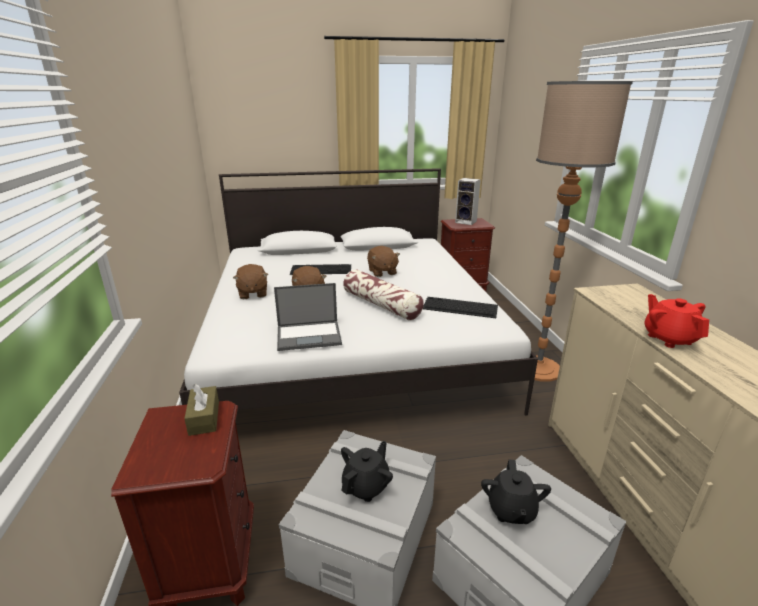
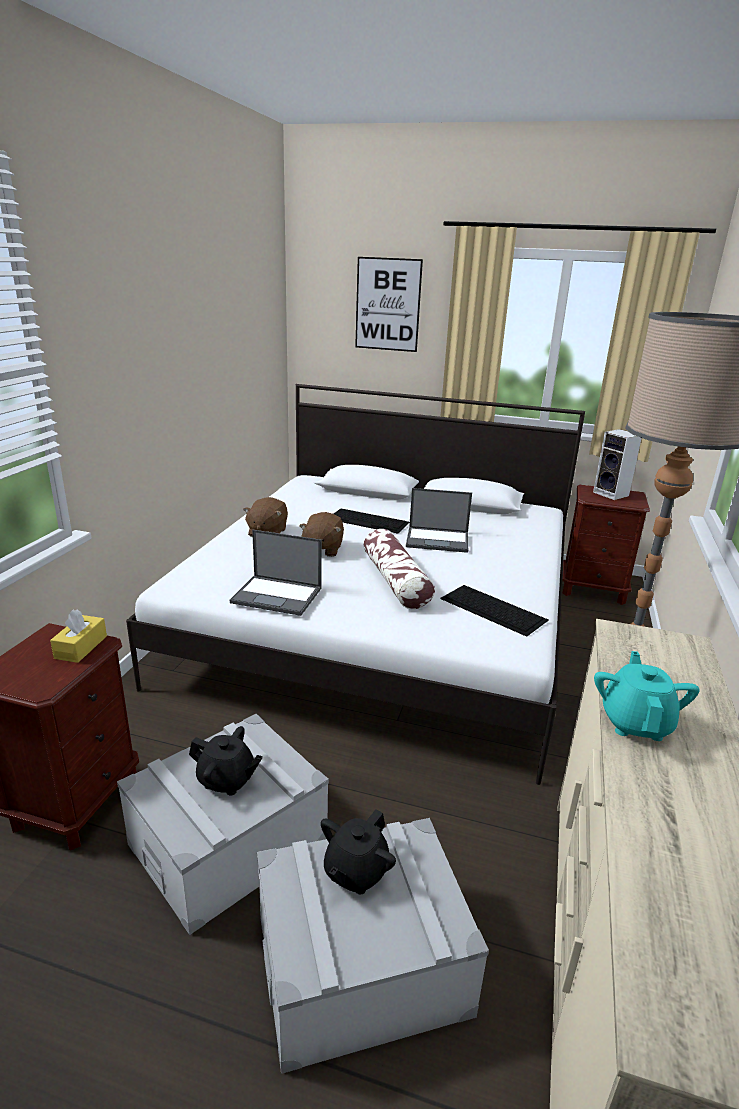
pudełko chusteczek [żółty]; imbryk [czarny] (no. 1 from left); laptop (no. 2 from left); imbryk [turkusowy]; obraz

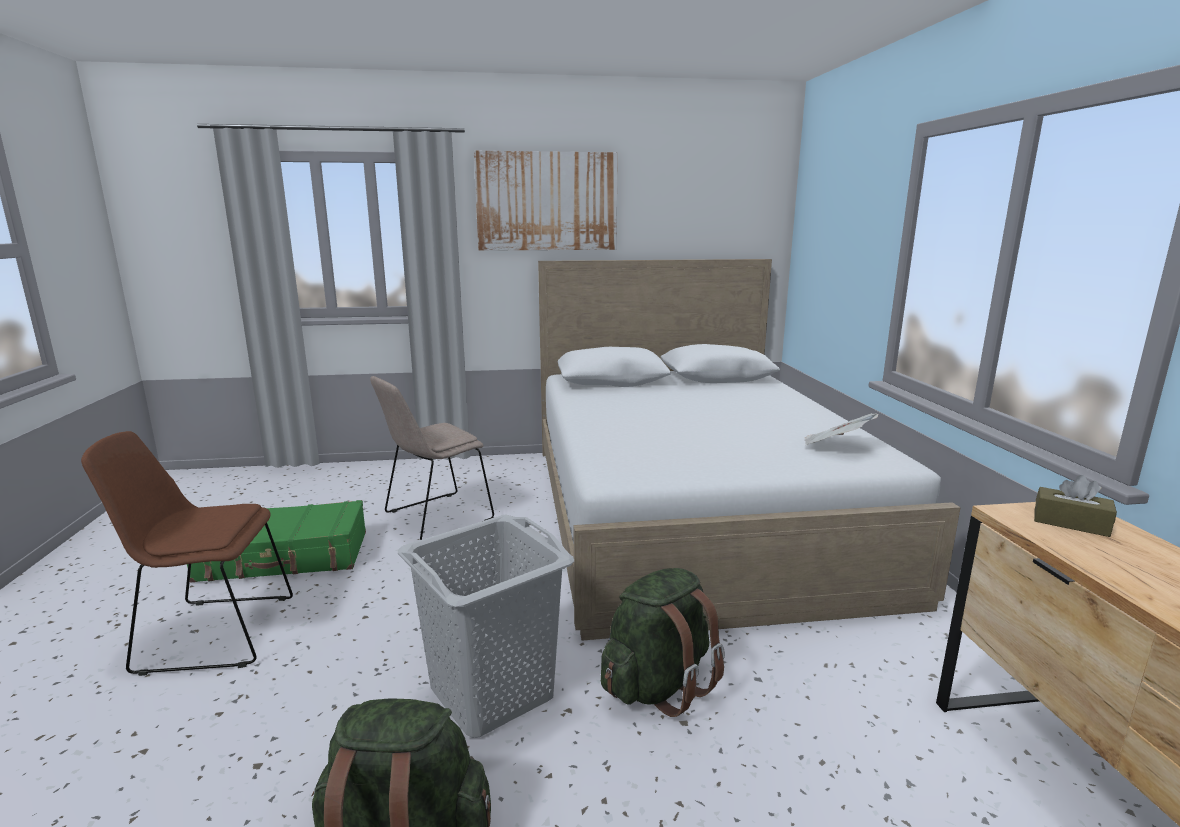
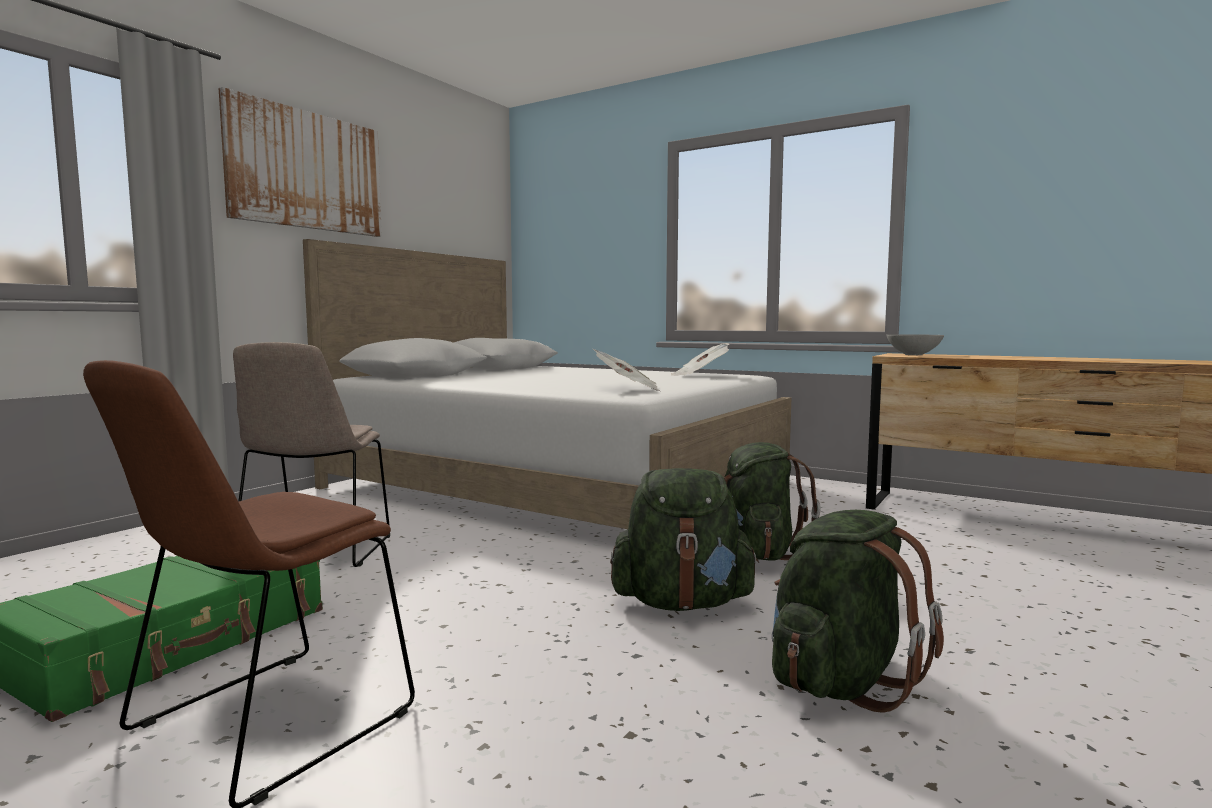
plecak [zielony] (no. 1 from left); miska [szary]; gazeta (no. 1 from left)

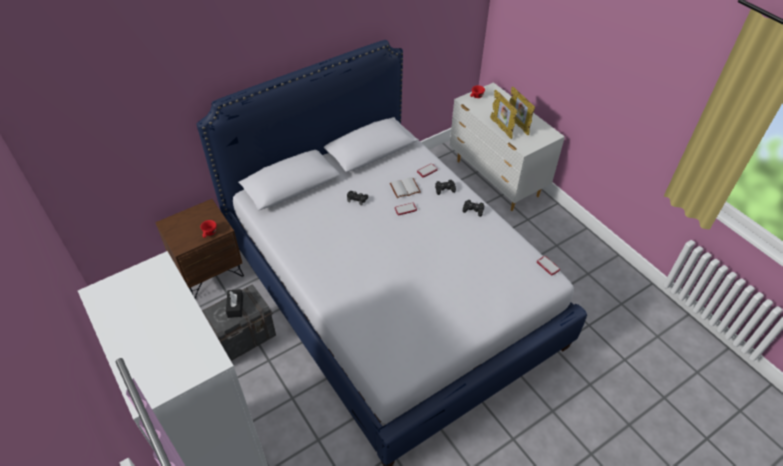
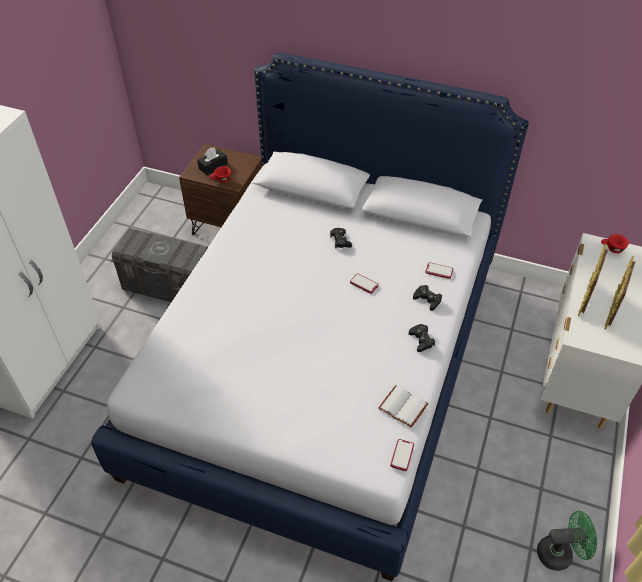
pudełko chusteczek [czarny]; książka [biały]; wentylator [zielony]

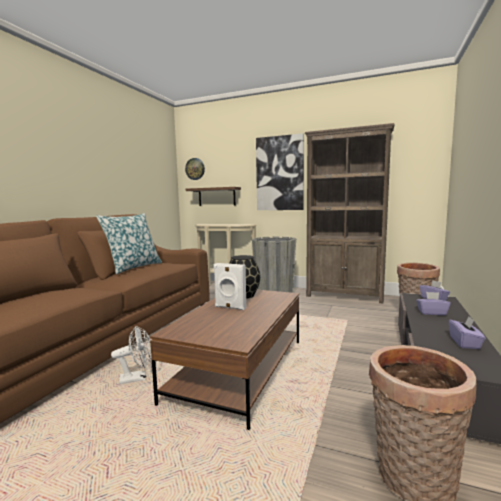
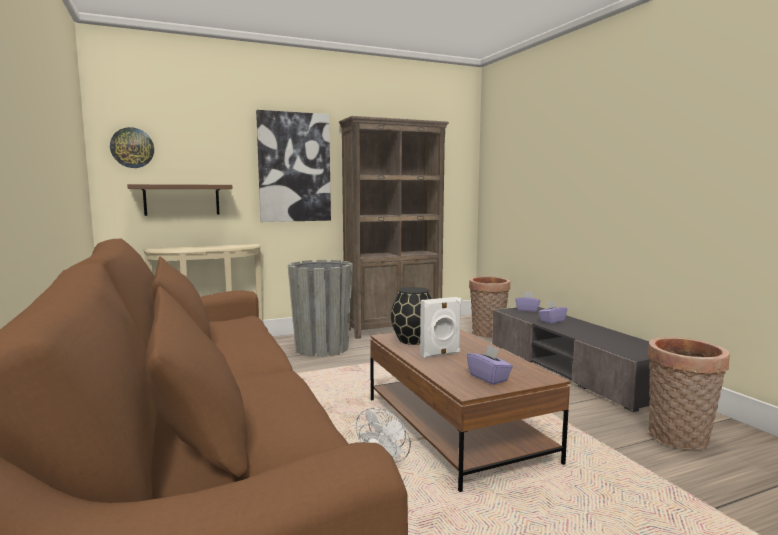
poduszka; pudełko chusteczek [fioletowy] (no. 1 from left)

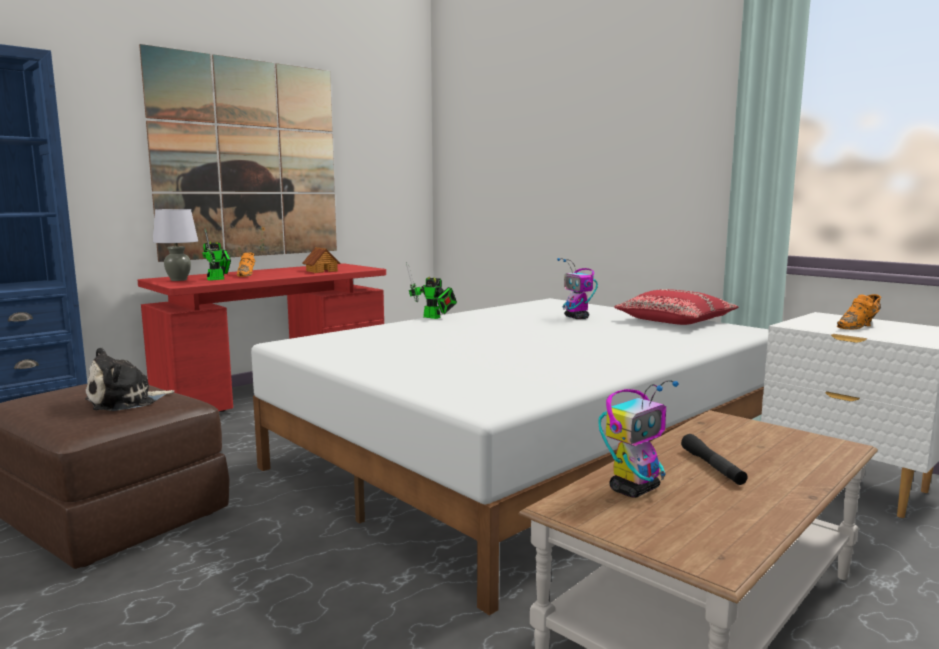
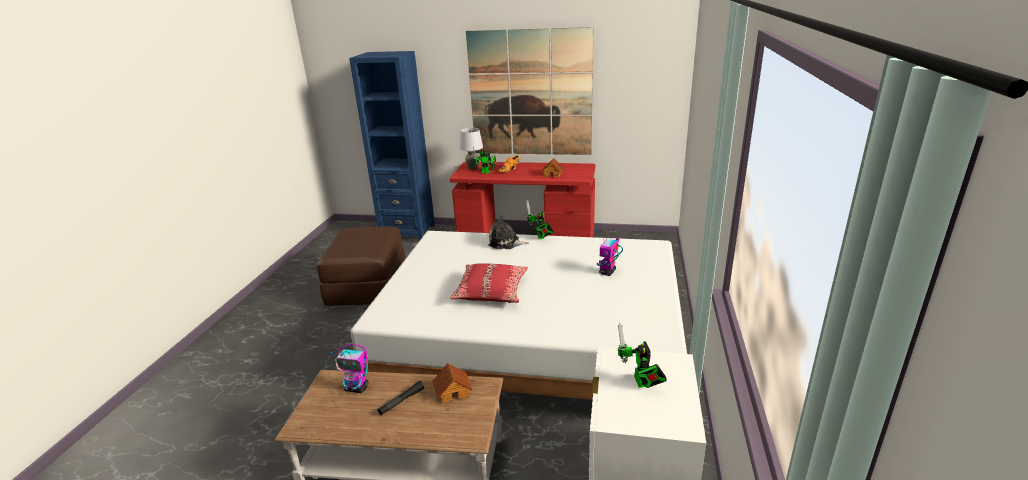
pluszak; poduszka [czerwony]; robot zabawkowy (no. 5 from left); domek (no. 1 from left)

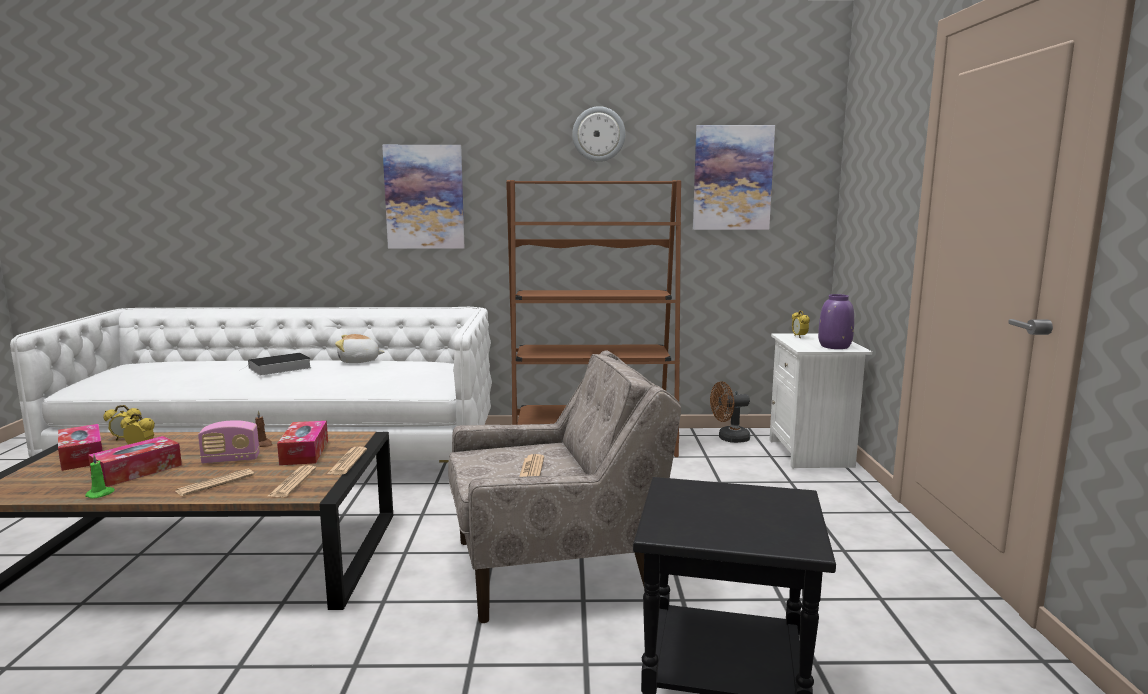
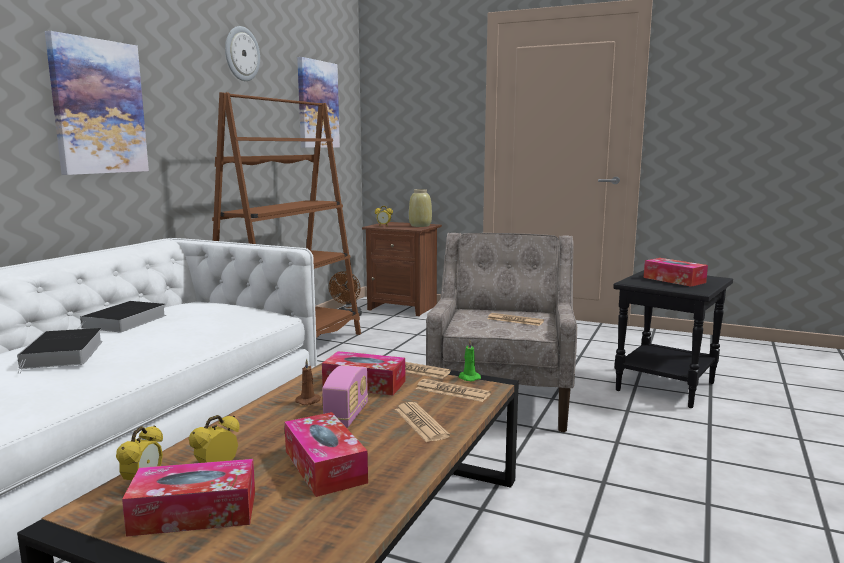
świeca [zielony]; książka (no. 2 from left); szafka nocna [brązowy]; wazon [beżowy]; pudełko chusteczek (no. 4 from left)

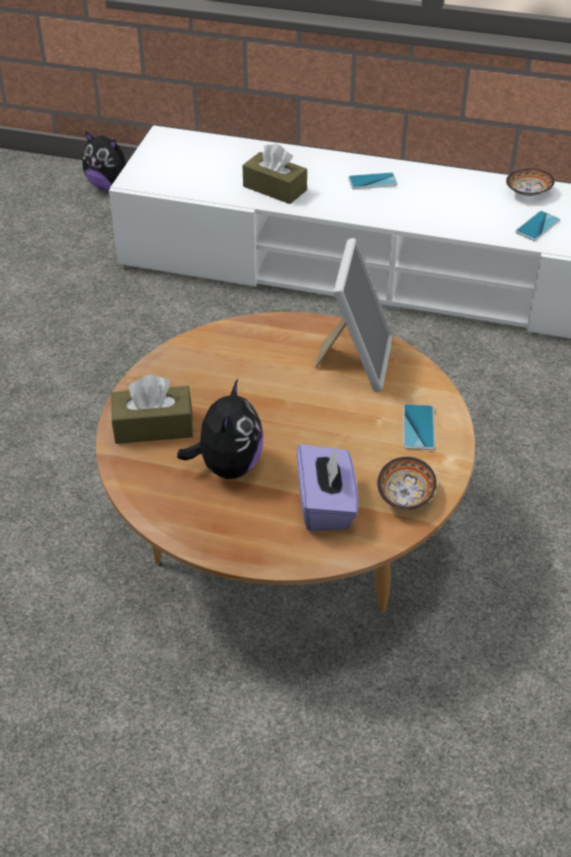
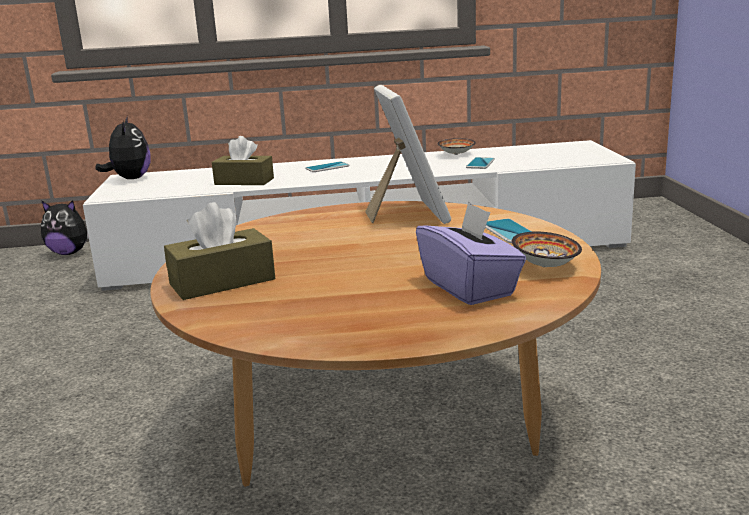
pluszak (no. 2 from left)

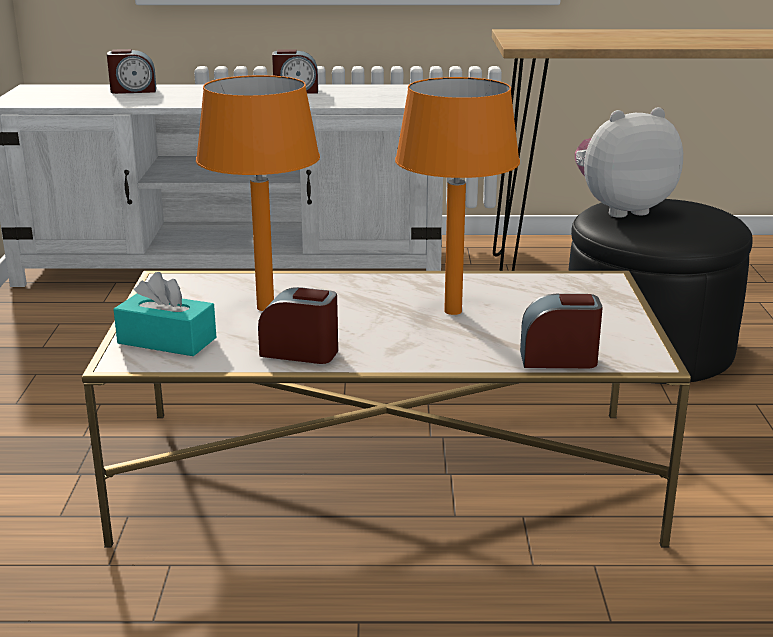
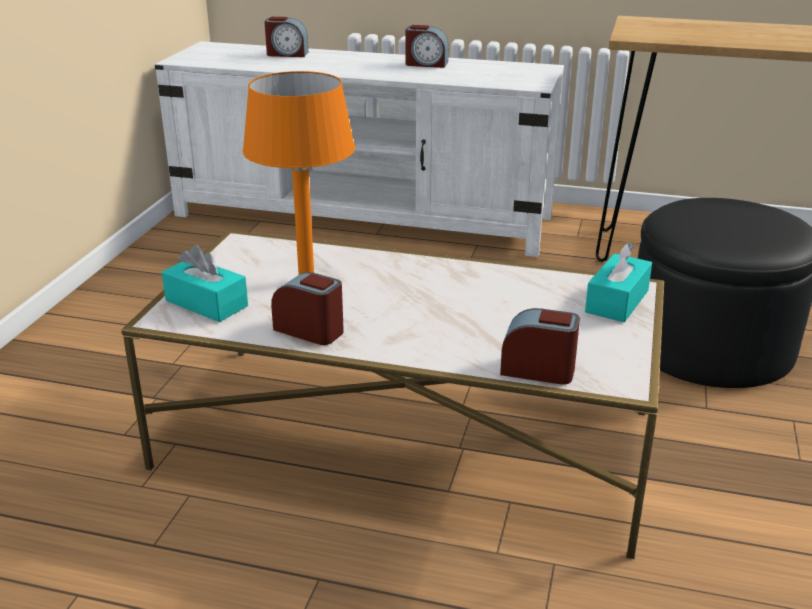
lampa stołowa [pomarańczowy] (no. 2 from left in the first image); pluszak; pudełko chusteczek [turkusowy] (no. 2 from left)

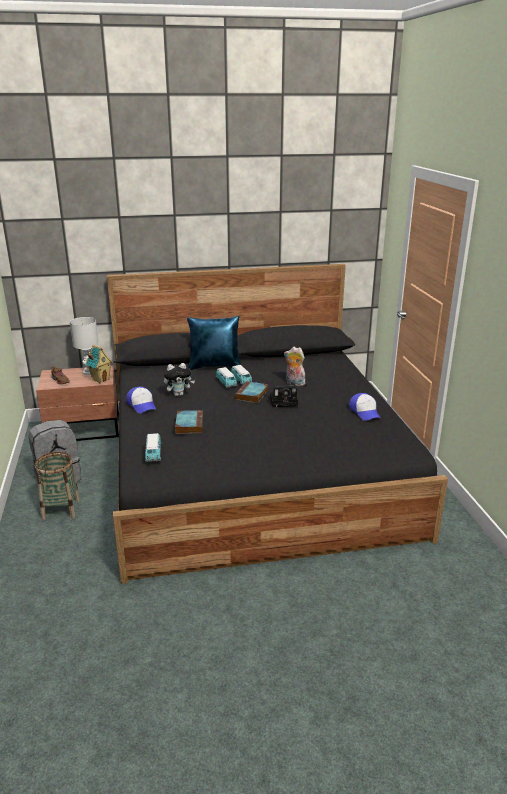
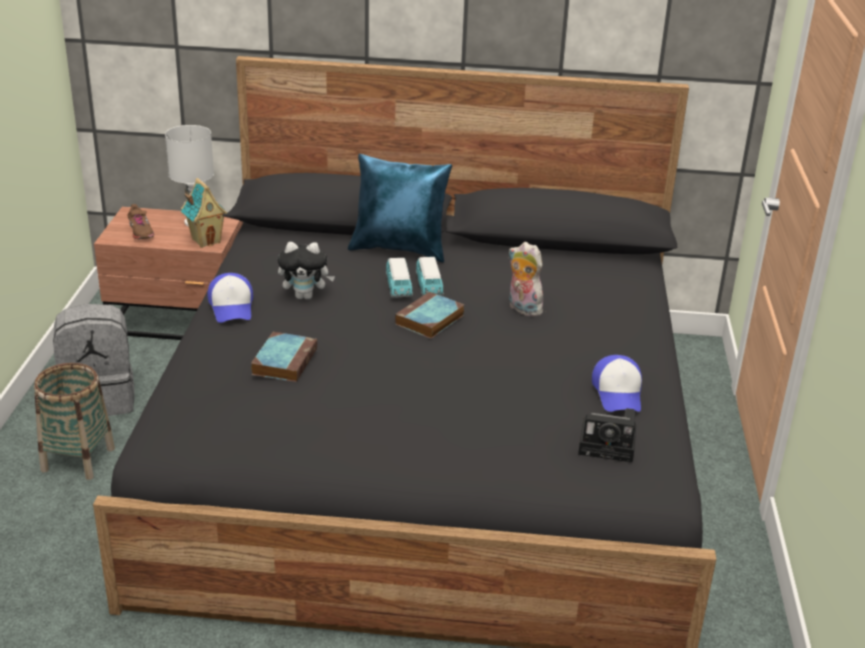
samochodzik (no. 1 from left in the first image); aparat fotograficzny

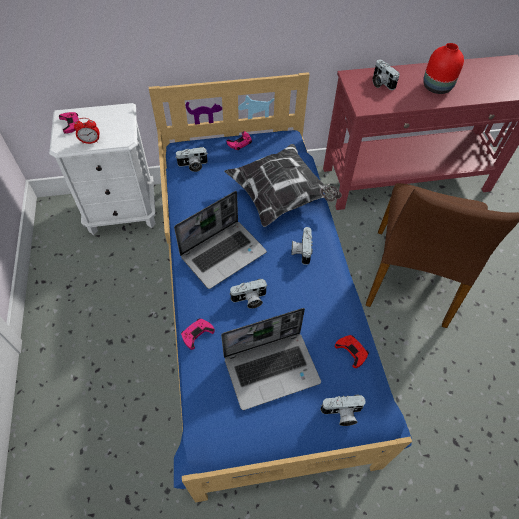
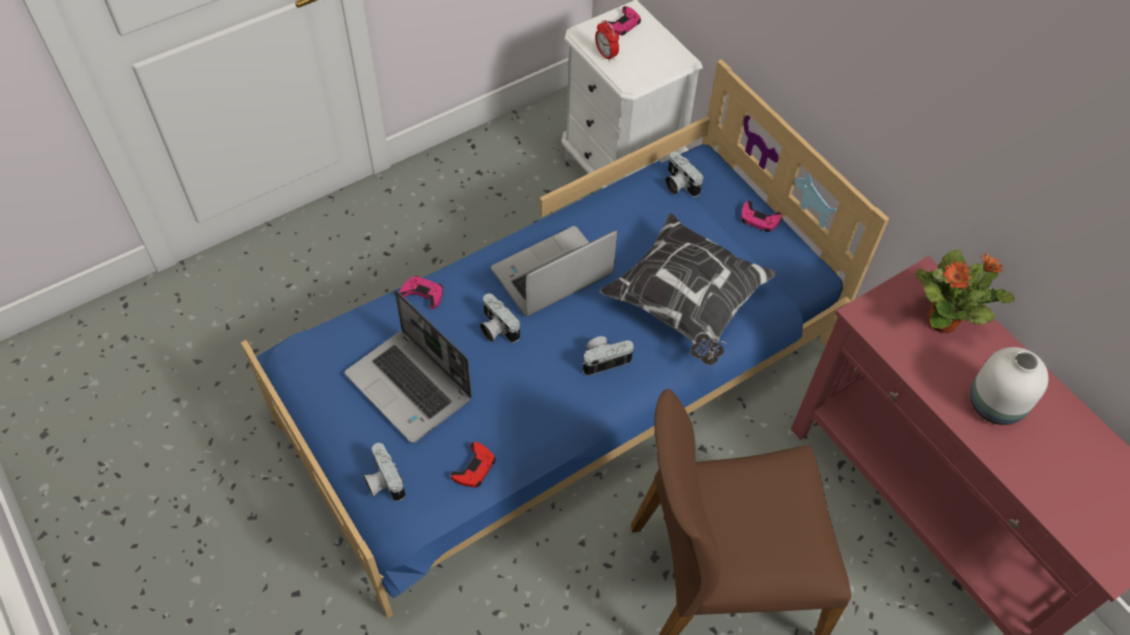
laptop (no. 2 from left); roślina doniczkowa; wazon [biały]

